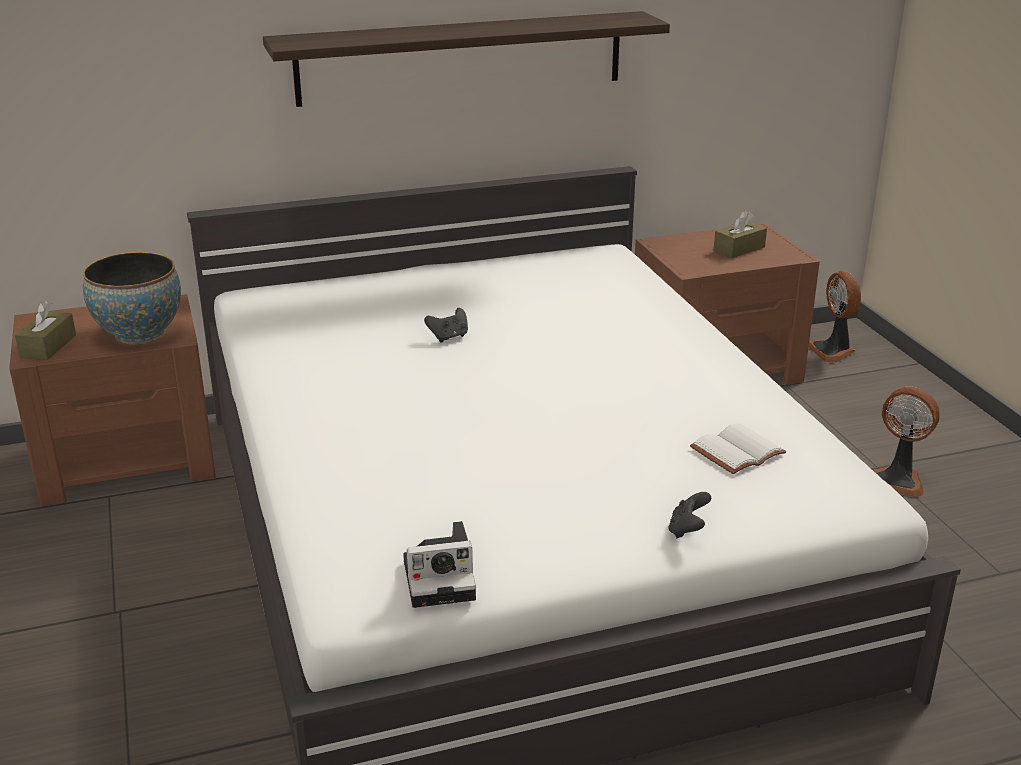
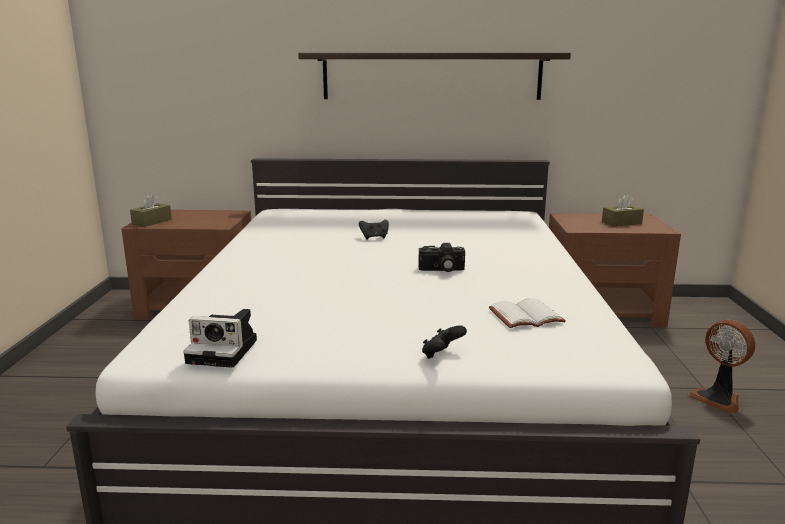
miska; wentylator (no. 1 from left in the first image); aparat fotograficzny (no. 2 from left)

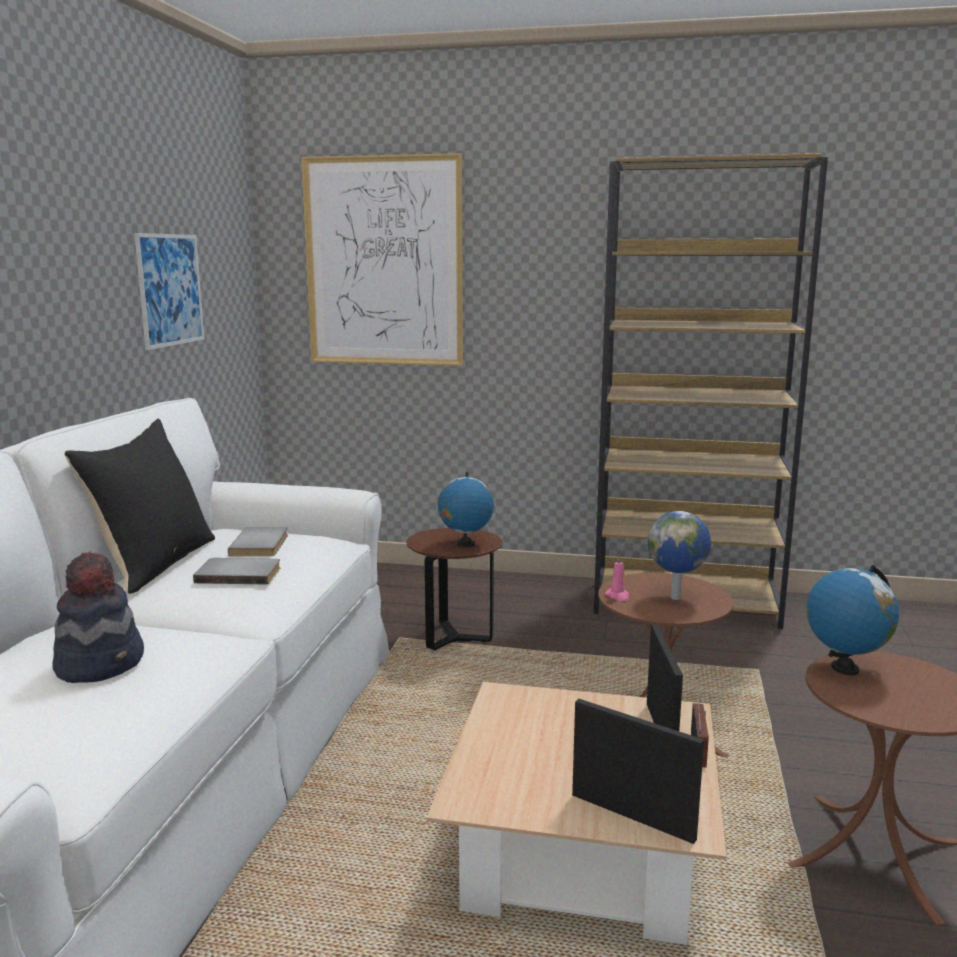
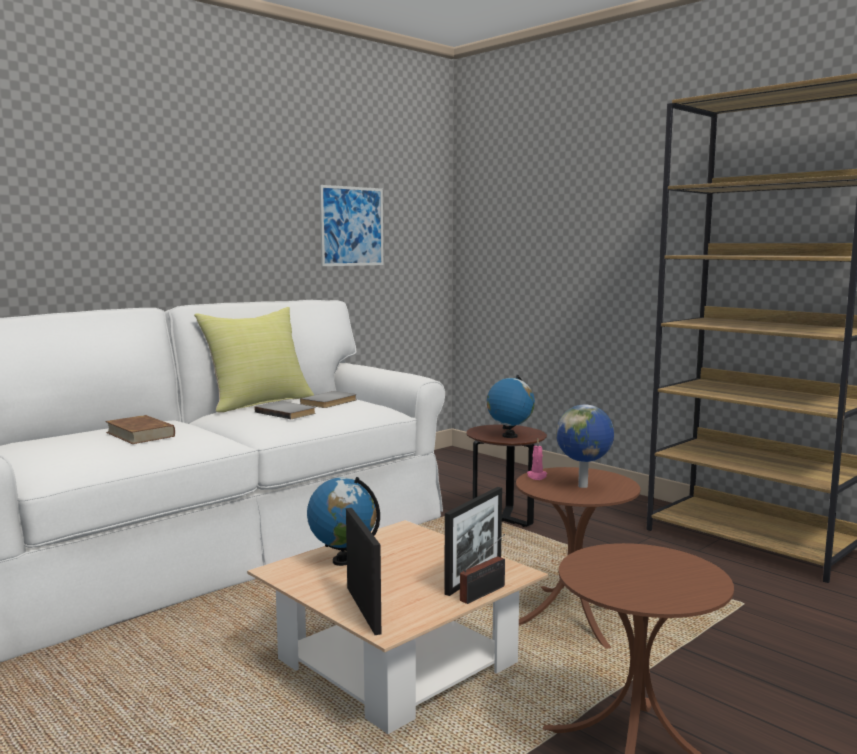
książka [brązowy]; poduszka [żółty]; obraz (no. 2 from left in the first image); globus (no. 1 from left)

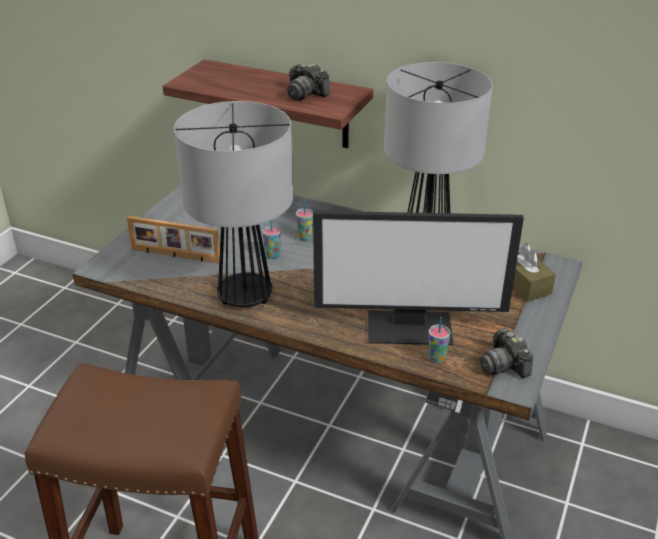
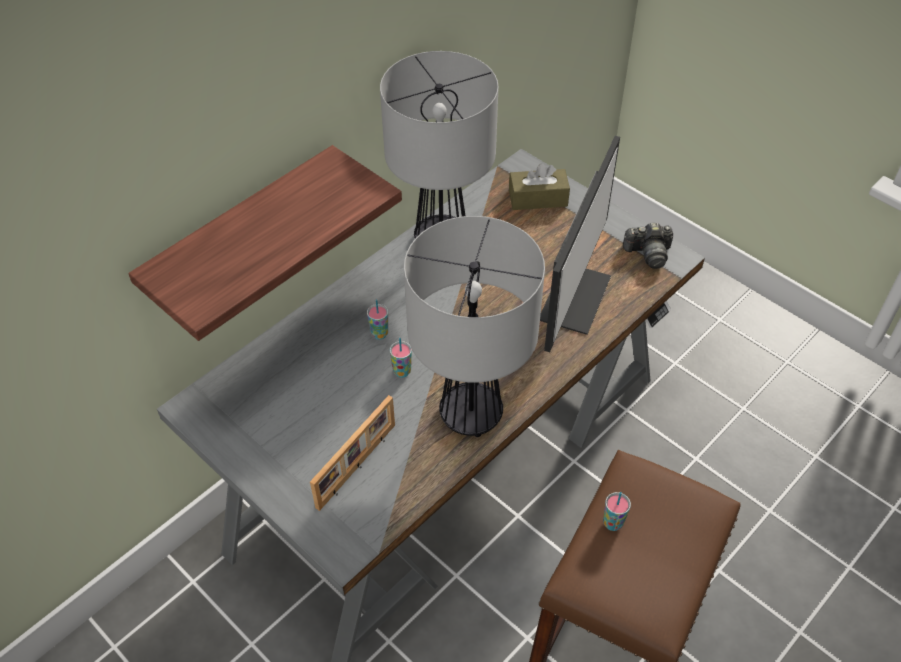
aparat fotograficzny (no. 1 from left in the first image); filiżanka (no. 3 from left)

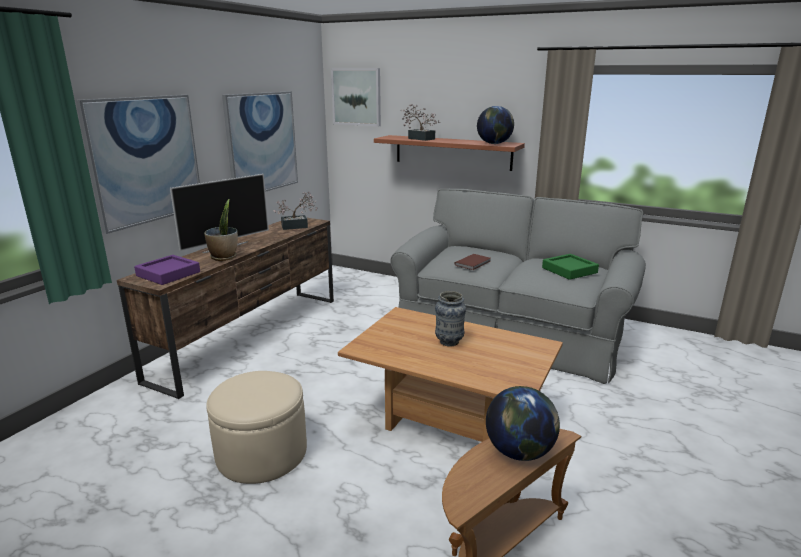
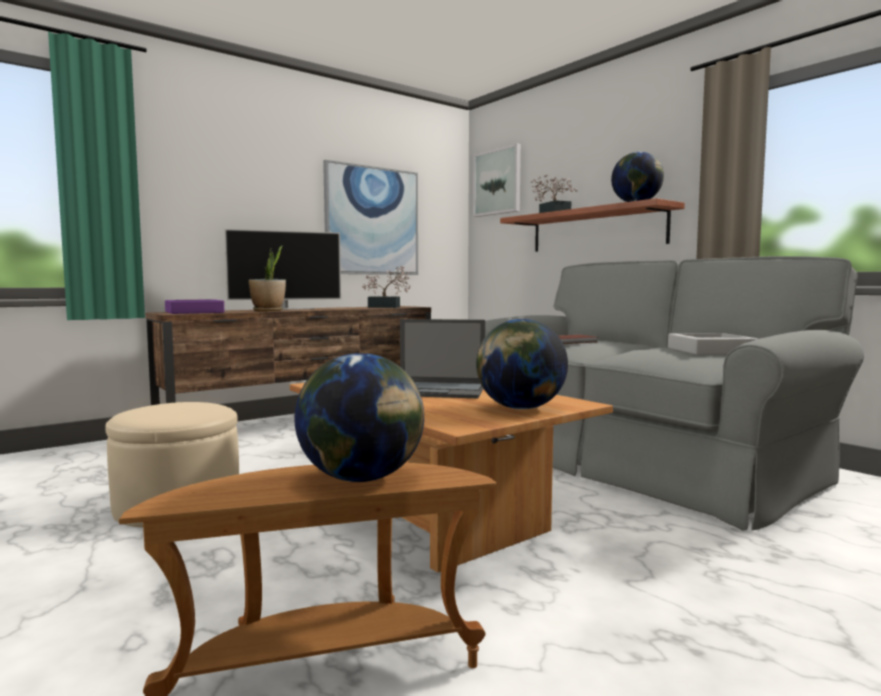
obraz (no. 1 from left in the first image); laptop; taca [szary]; globus (no. 2 from left)

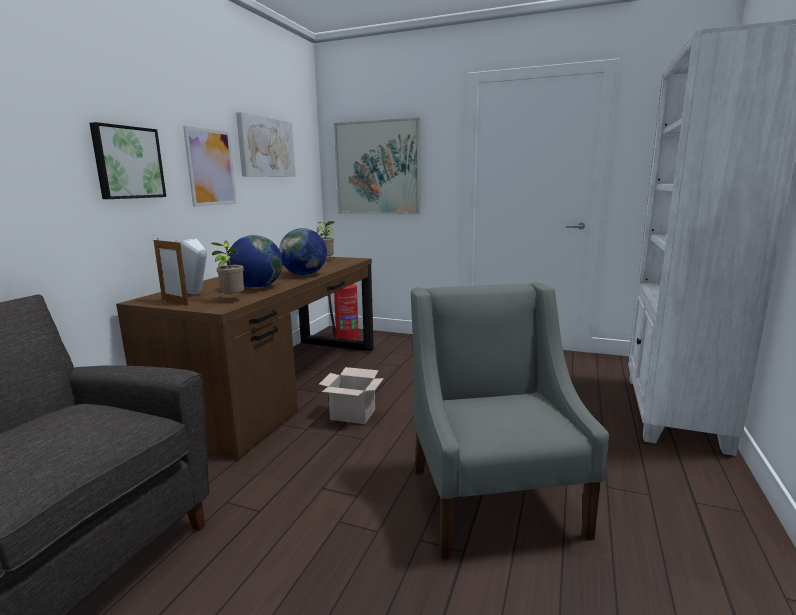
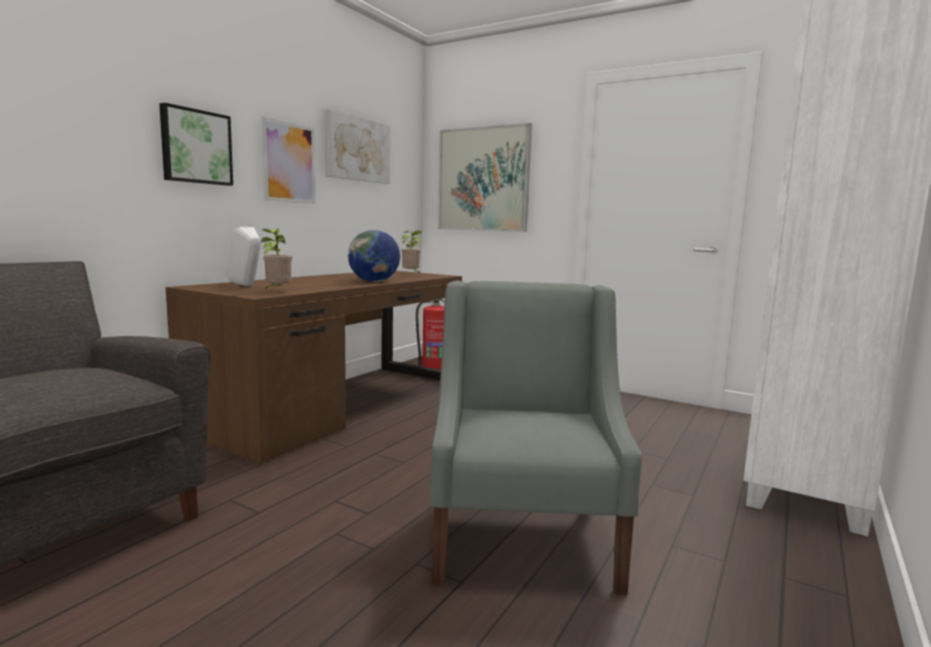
ramka na zdjęcie; globus (no. 1 from left in the first image); karton

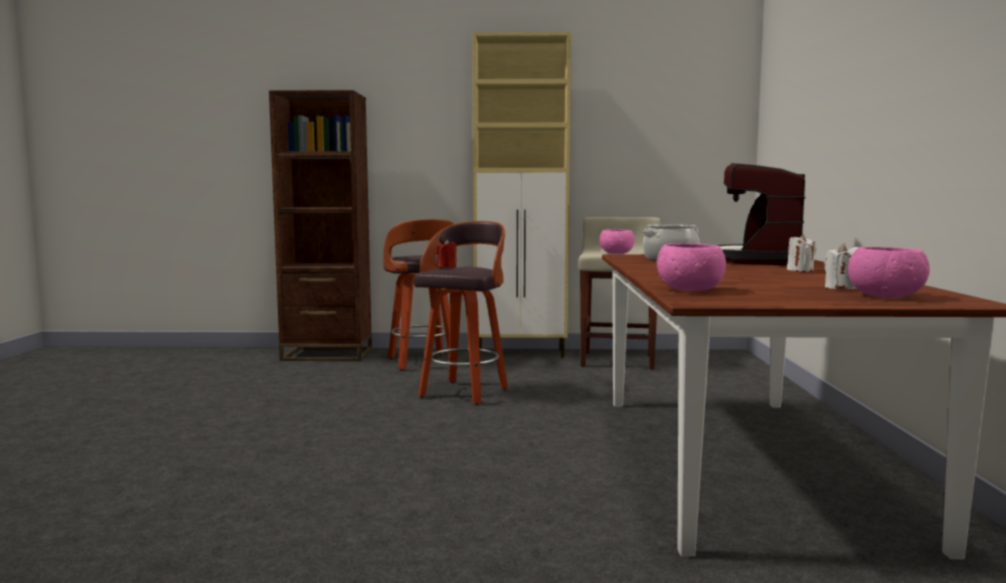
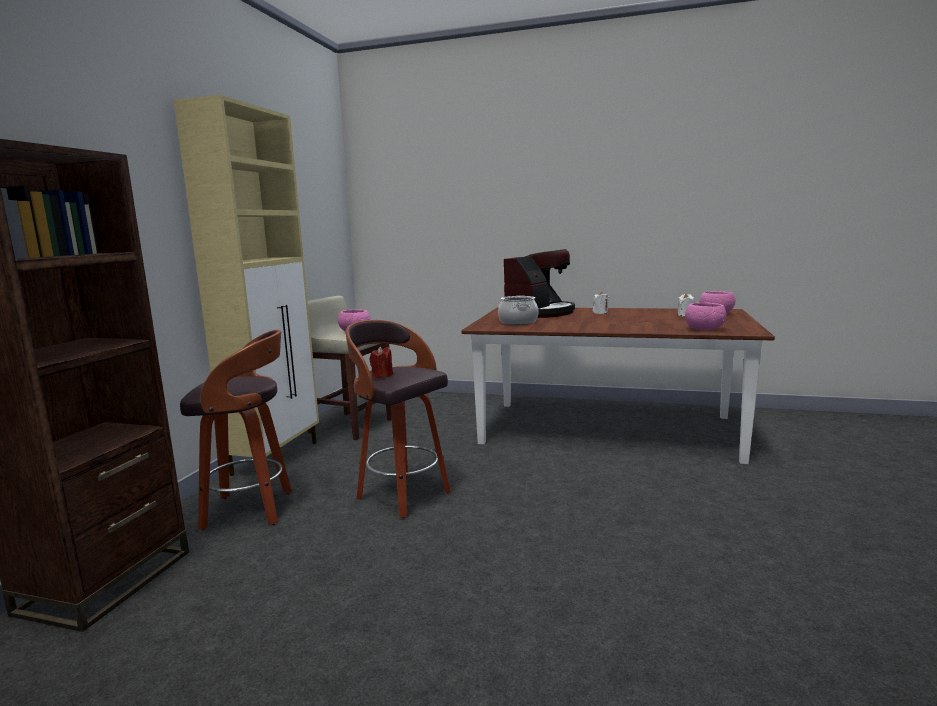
ekspres do kawy

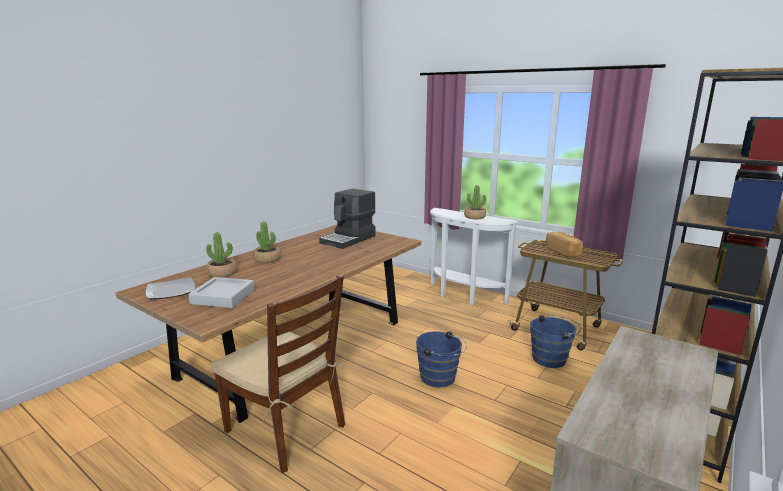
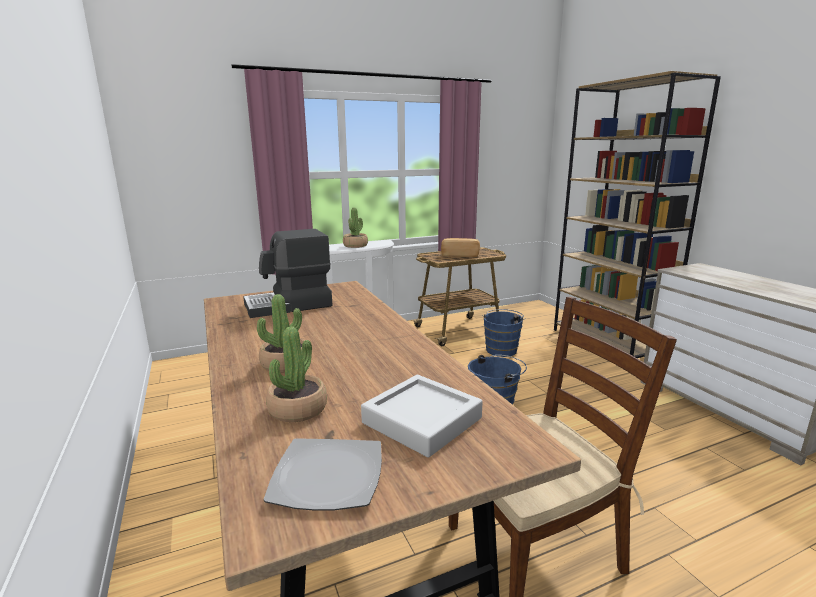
ekspres do kawy

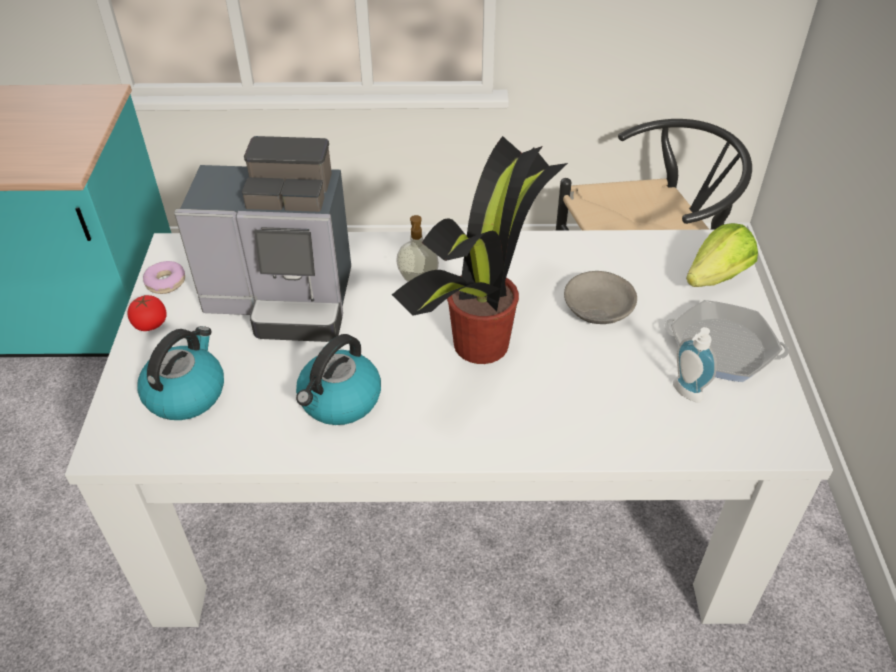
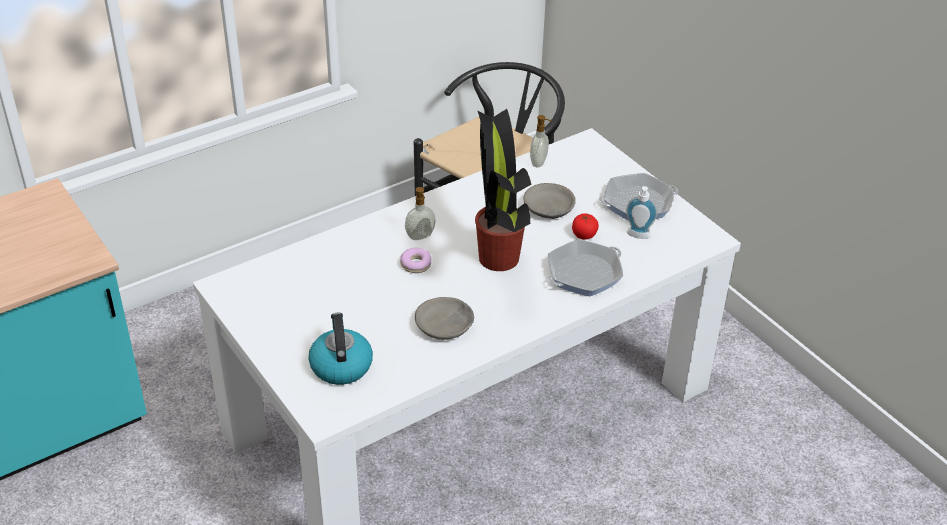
pomidor; donut; ekspres do kawy; miska [szary] (no. 1 from left); sałata; dozownik mydła (no. 2 from left); patelnia (no. 1 from left)

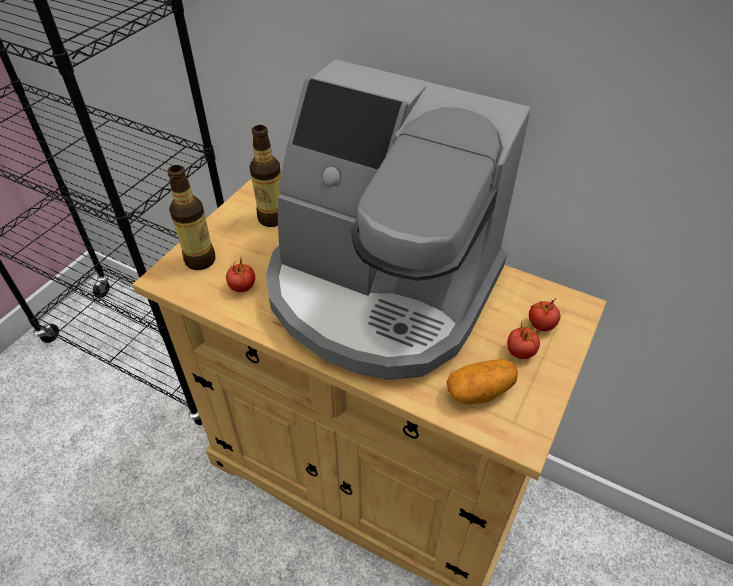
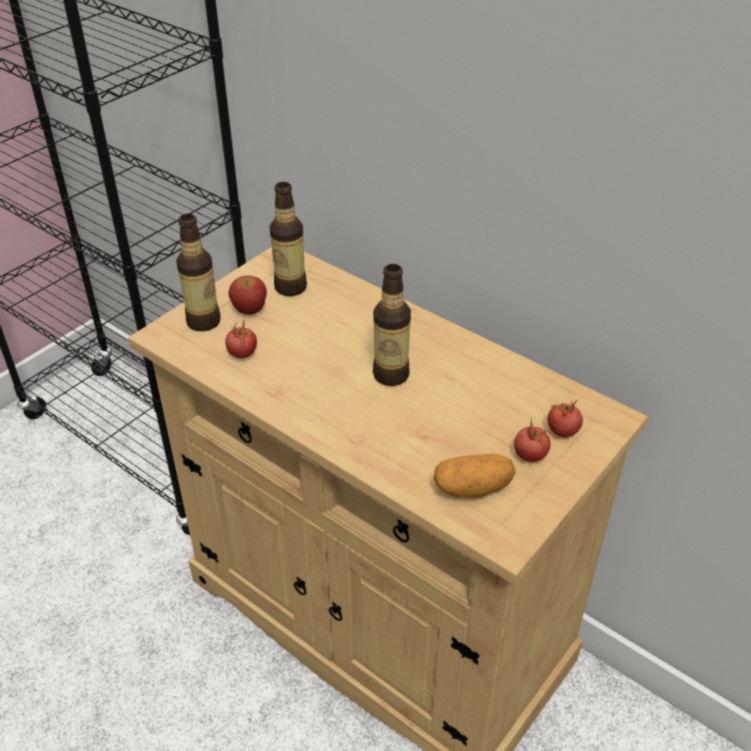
butelka (no. 3 from left); jabłko

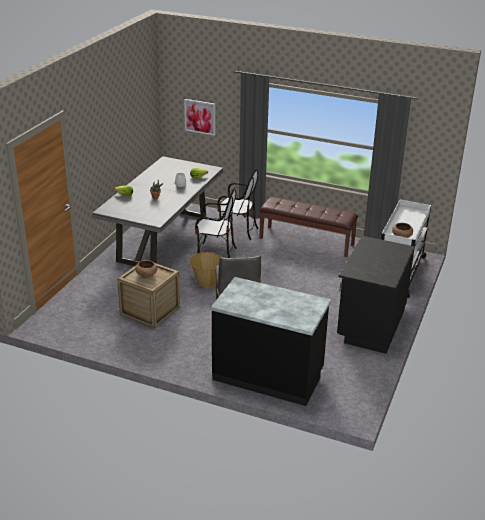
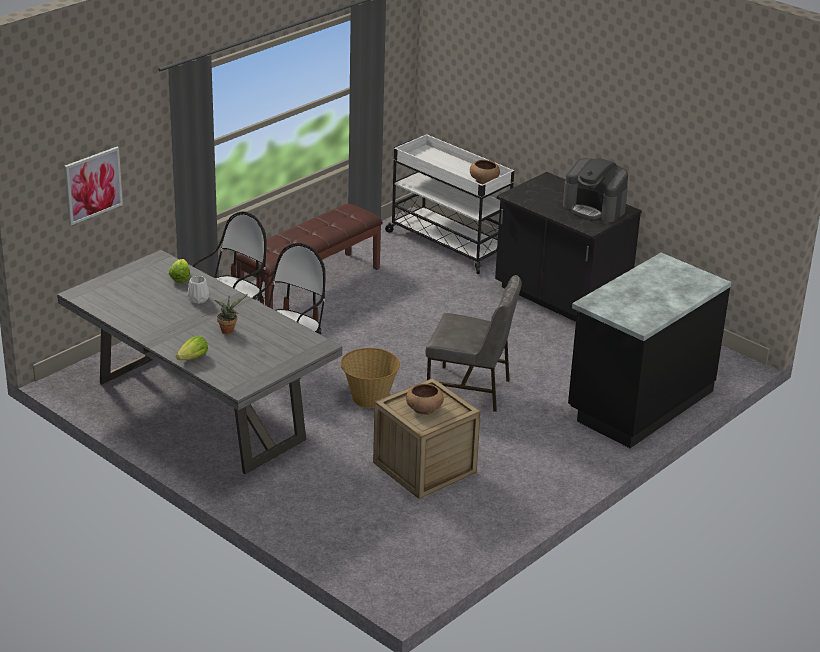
ekspres do kawy

